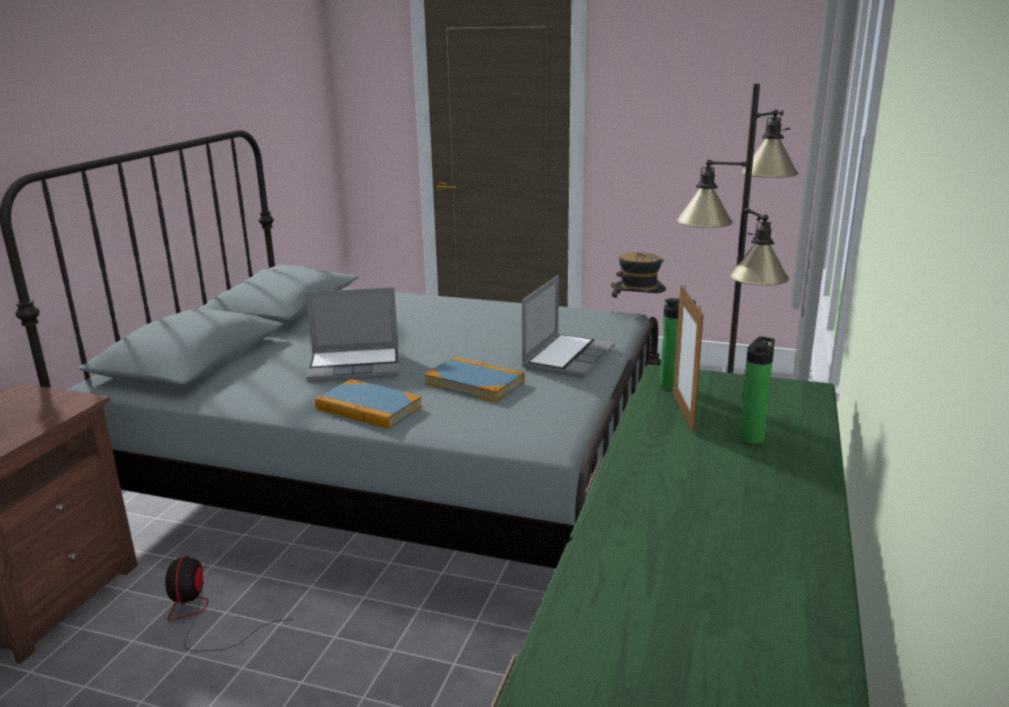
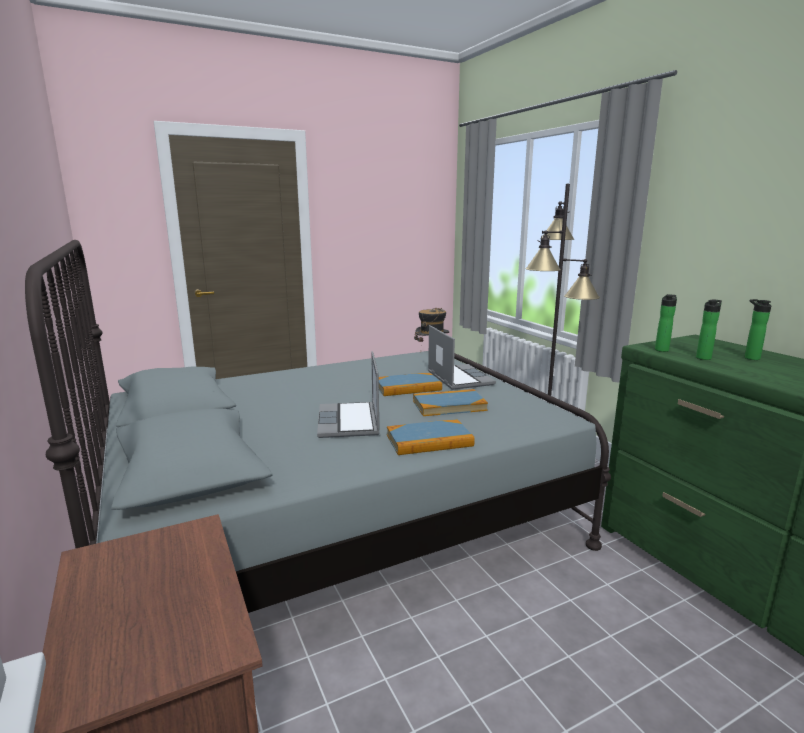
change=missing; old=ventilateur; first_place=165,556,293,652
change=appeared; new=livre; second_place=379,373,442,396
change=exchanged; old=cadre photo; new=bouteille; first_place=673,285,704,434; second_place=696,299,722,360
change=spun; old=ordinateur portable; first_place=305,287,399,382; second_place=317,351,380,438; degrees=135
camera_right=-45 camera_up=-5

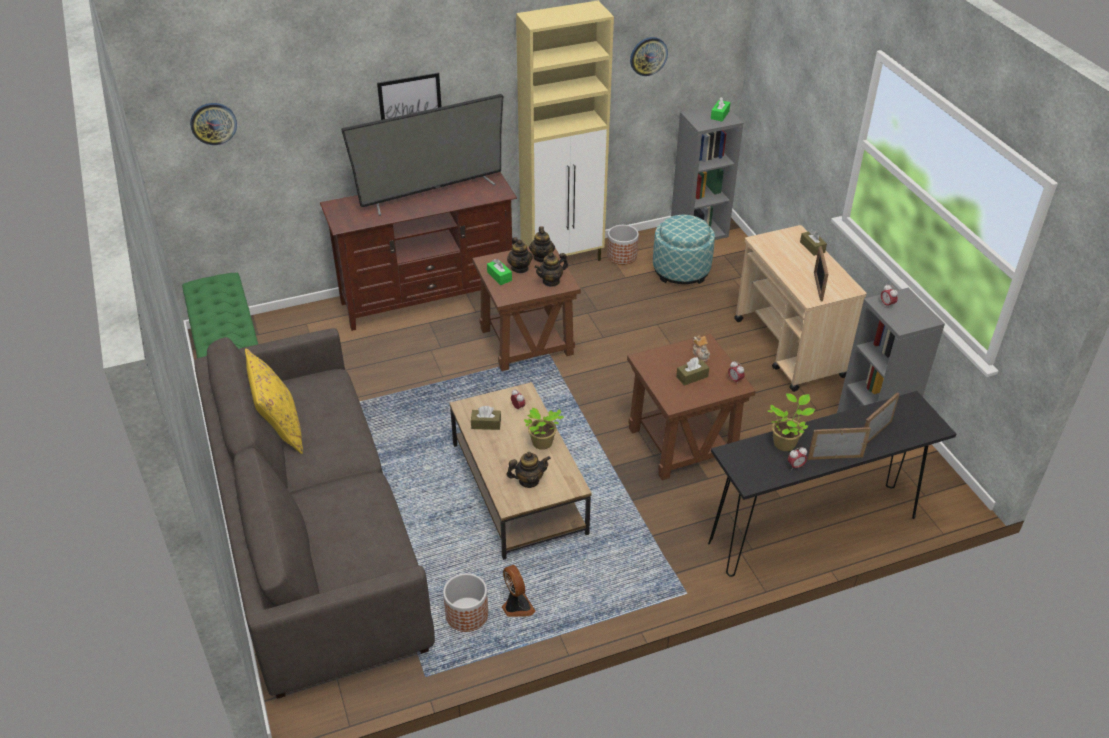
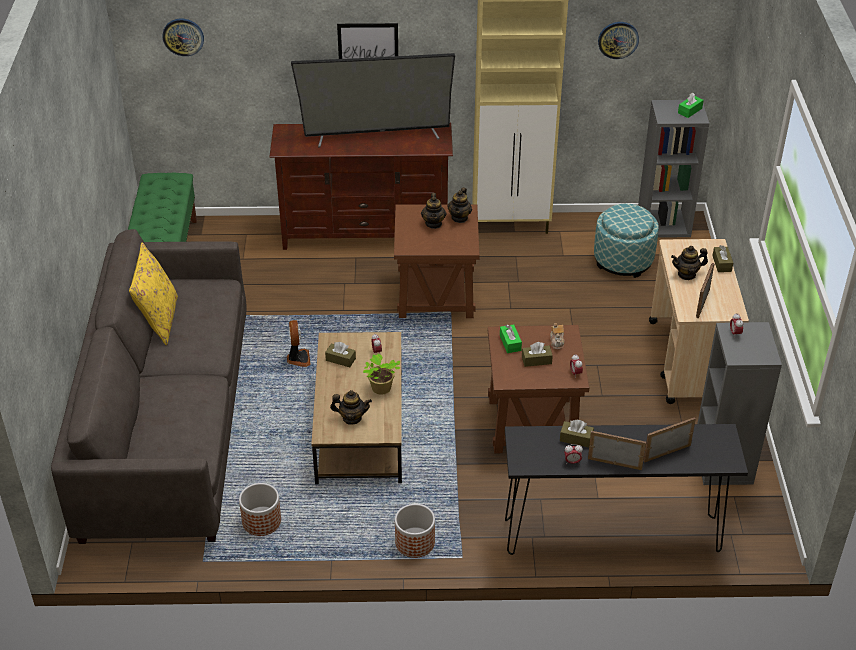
change=relocated; old=boîte à mouchoirs [vert]; first_place=487,259,512,285; second_place=500,324,522,353
change=relocated; old=ventilateur; first_place=502,565,535,617; second_place=287,320,311,367
change=relocated; old=théière; first_place=534,252,568,287; second_place=671,246,708,280
change=relocated; old=cache-pot; first_place=607,225,639,265; second_place=395,504,435,558
change=exchanged; old=plante en pot; new=boîte à mouchoirs [marron]; first_place=767,393,815,451; second_place=560,420,594,448
camera_right=20 camera_up=0

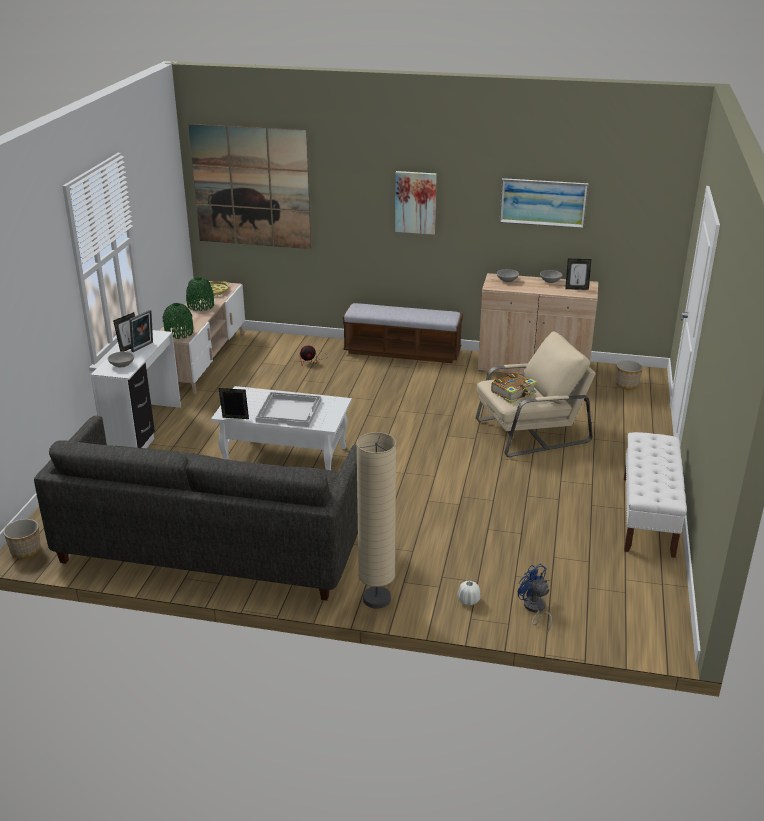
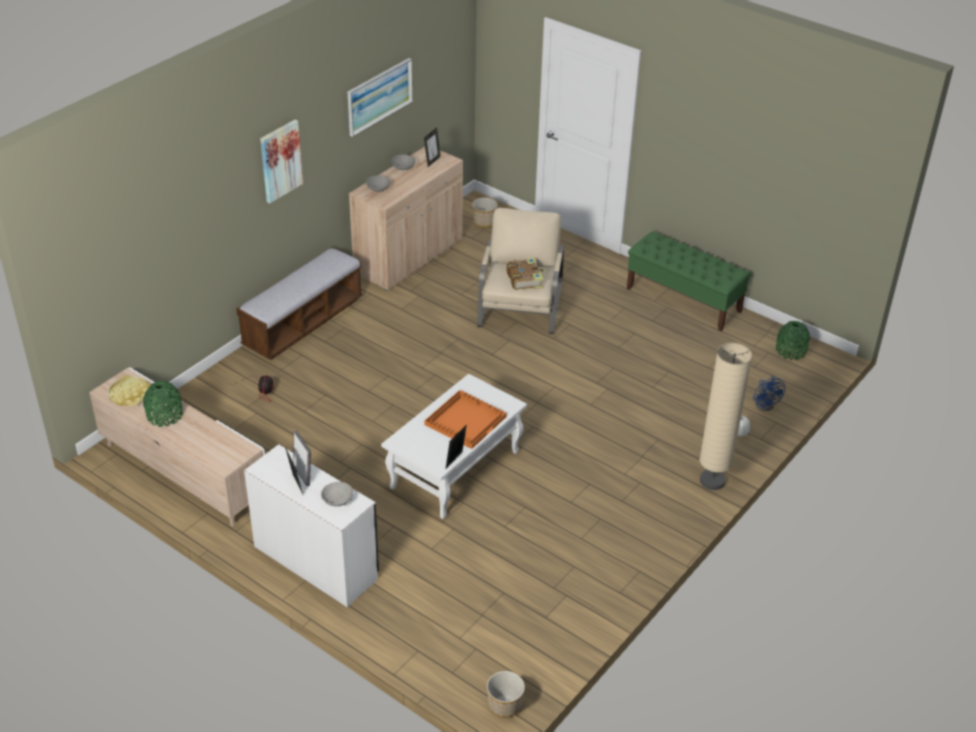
change=missing; old=canapé [gris]; first_place=34,416,358,601
change=missing; old=tableau; first_place=188,124,311,249
change=relocated; old=vase [vert]; first_place=163,303,193,339; second_place=776,321,810,360
change=colour; old=plateau [blanc]; new=plateau [orange]; first_place=255,392,321,427; second_place=425,390,507,449
change=colour; old=banc [blanc]; new=banc [vert]; first_place=624,432,687,558; second_place=627,231,751,331
change=spun; old=ventilateur [bleu]; first_place=518,564,552,632; second_place=753,376,785,411; degrees=-90
camera_right=-65 camera_up=10

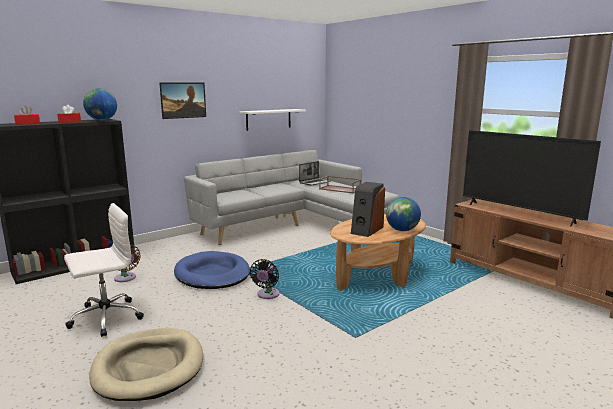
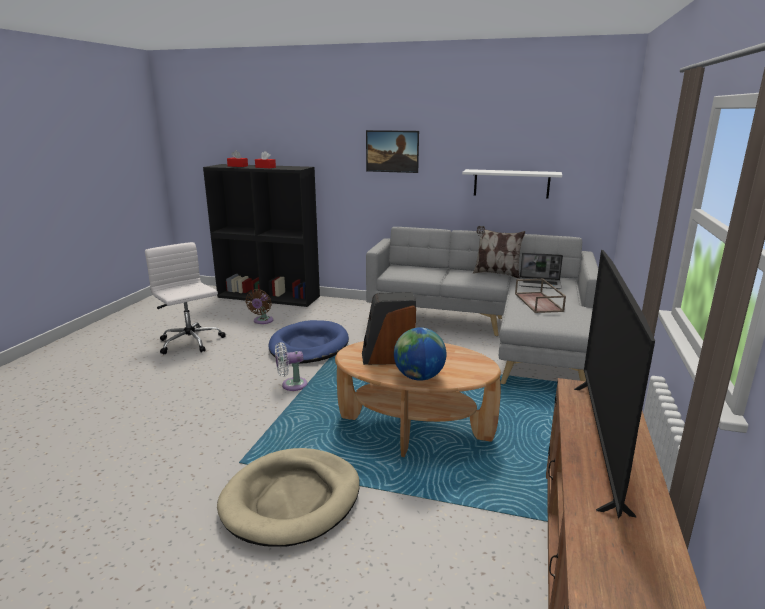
change=missing; old=globe; first_place=83,88,117,120
change=appeared; new=coussin; second_place=473,226,525,279
change=relocated; old=panier pour chien [beige]; first_place=89,328,203,401; second_place=217,448,360,547
change=colour; old=ventilateur [noir]; new=ventilateur [blanc]; first_place=250,259,279,299; second_place=275,342,308,391
change=spun; old=chaise de bureau [blanc]; first_place=64,203,144,337; second_place=145,242,226,354; degrees=-150
camera_right=55 camera_up=5

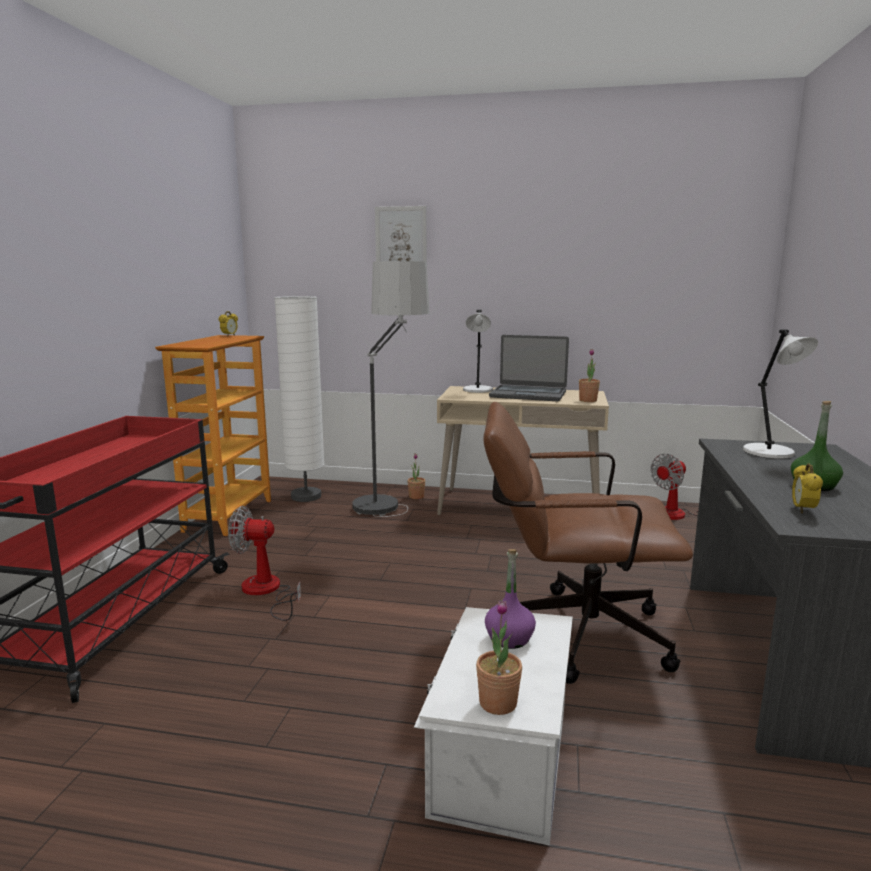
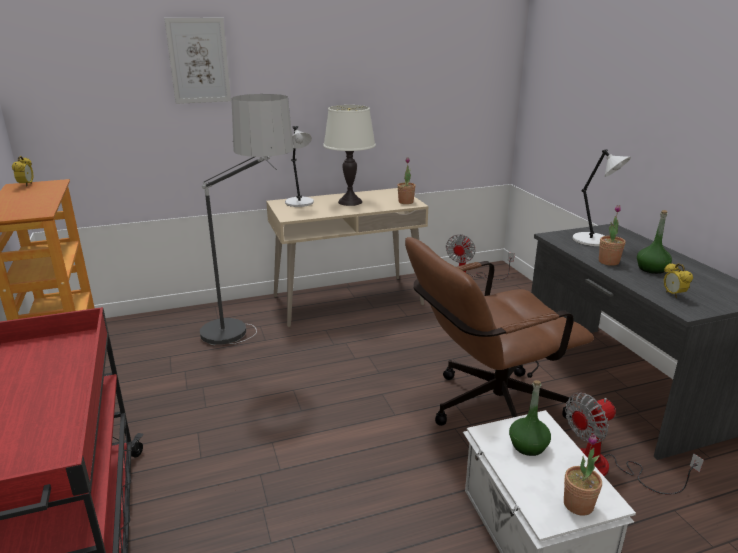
change=missing; old=lampadaire [blanc]; first_place=274,296,324,502
change=relocated; old=ventilateur; first_place=228,506,301,621; second_place=565,393,704,495
change=relocated; old=plante en pot; first_place=407,453,425,499; second_place=599,205,626,266
change=exchanged; old=ordinateur portable; new=lampe de table [blanc]; first_place=489,335,569,401; second_place=323,105,376,206
change=colour; old=bouteille [violet]; new=bouteille [vert]; first_place=485,549,536,649; second_place=509,380,551,456
camera_right=-30 camera_up=10

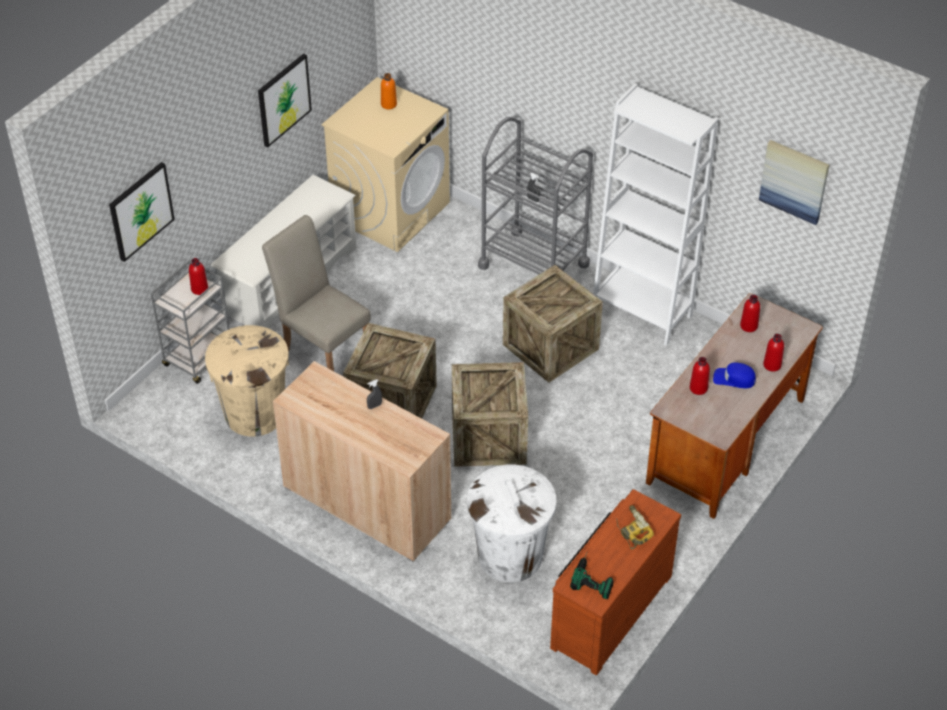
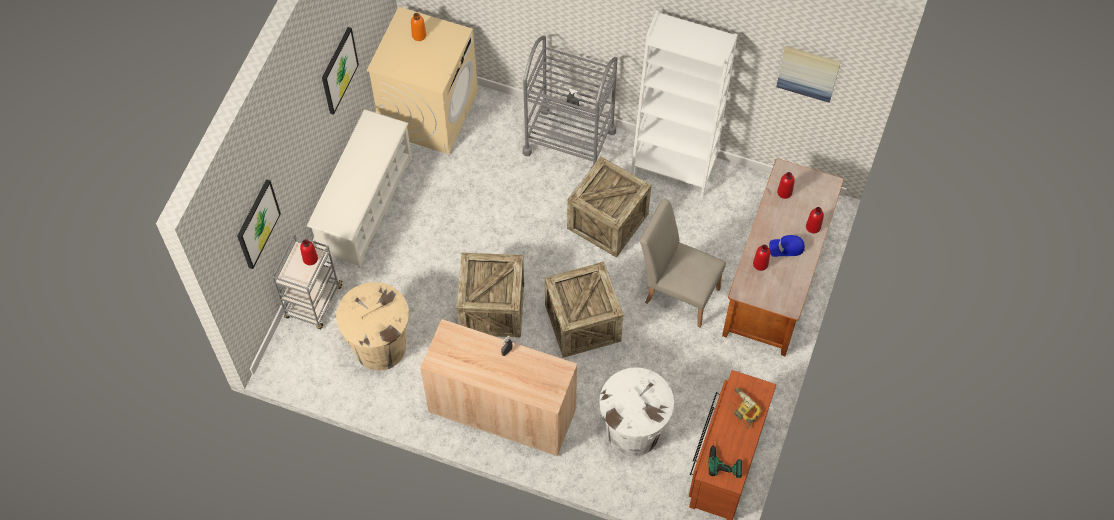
change=relocated; old=chaise [beige]; first_place=262,215,371,371; second_place=640,199,726,327
camera_right=-15 camera_up=15

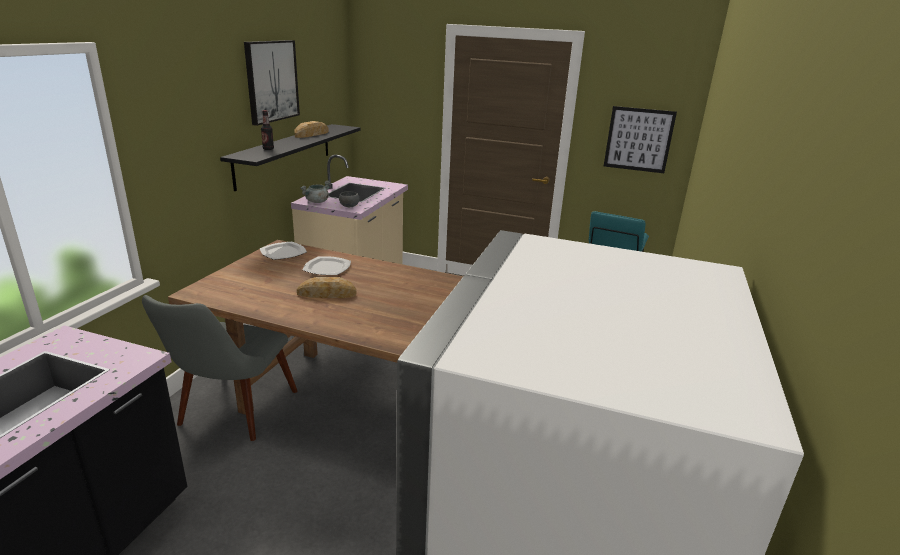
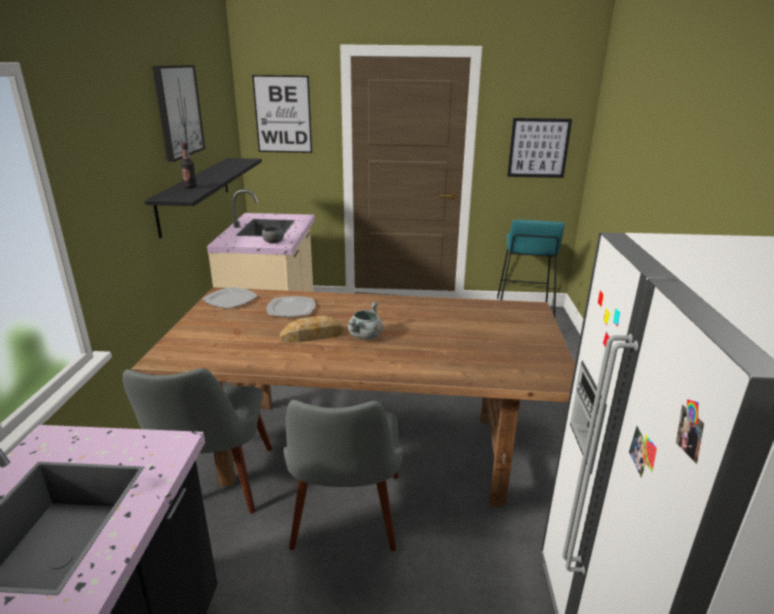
change=missing; old=pain; first_place=294,121,329,138
change=appeared; new=tableau; second_place=252,75,312,153
change=appeared; new=chaise [gris]; second_place=284,400,403,551
change=relocated; old=marmite [gris]; first_place=300,180,330,203; second_place=348,301,383,340
camera_right=-15 camera_up=0

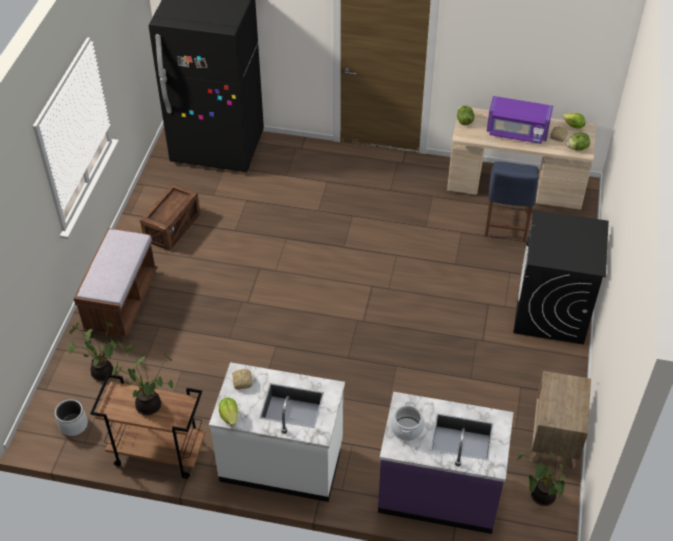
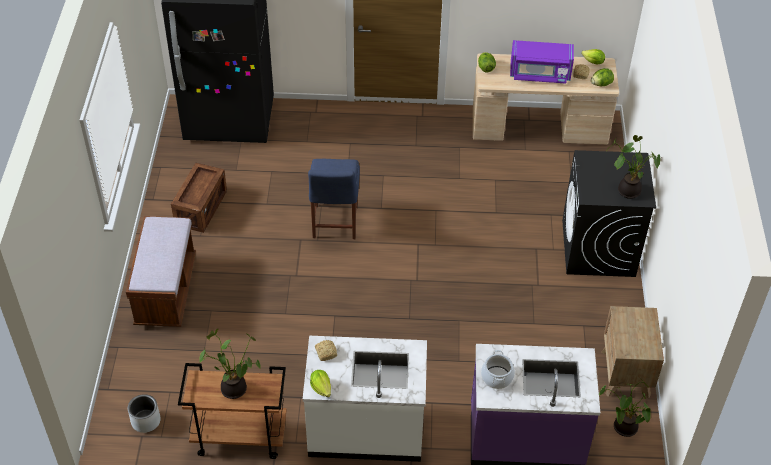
change=relocated; old=plante en pot; first_place=69,321,123,381; second_place=606,135,660,199
change=relocated; old=chaise [bleu]; first_place=485,161,539,242; second_place=308,159,360,239
camera_right=-10 camera_up=0

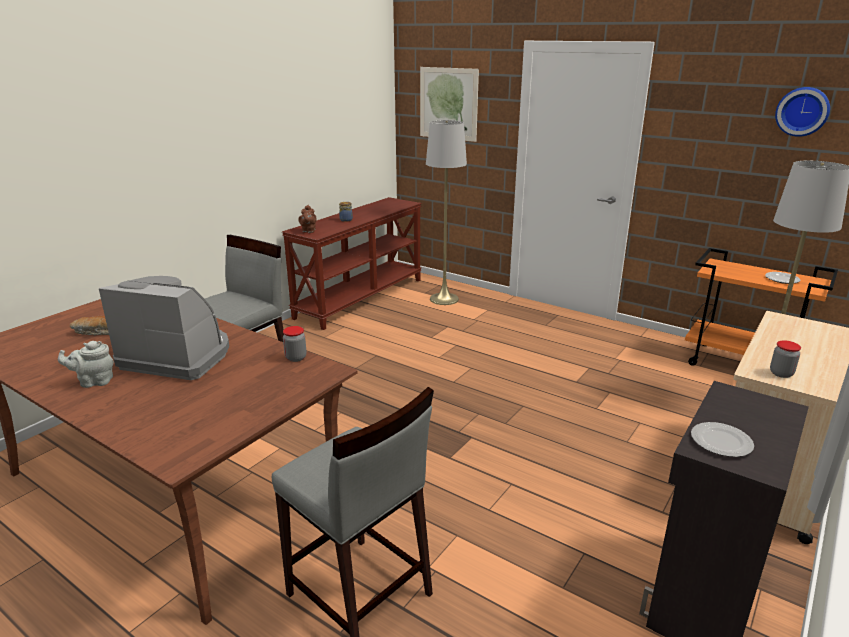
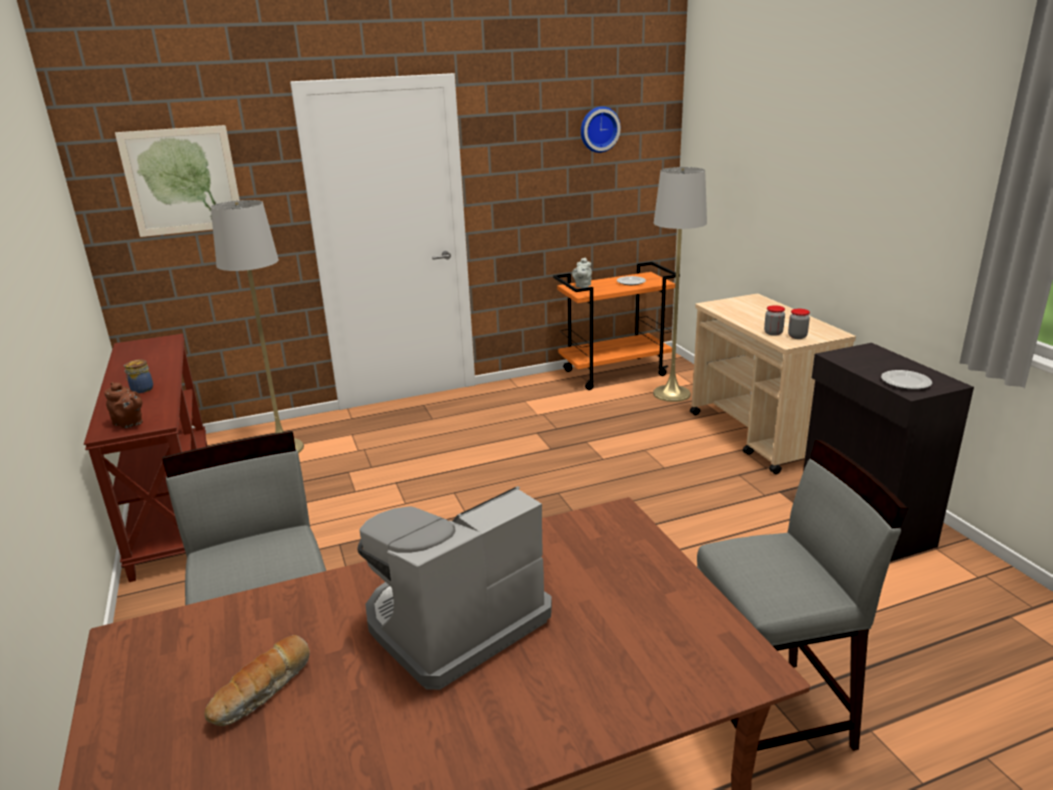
change=relocated; old=théière [gris]; first_place=58,341,114,388; second_place=572,257,592,288
change=relocated; old=bocal; first_place=283,326,307,362; second_place=764,305,785,336
camera_right=-55 camera_up=0

